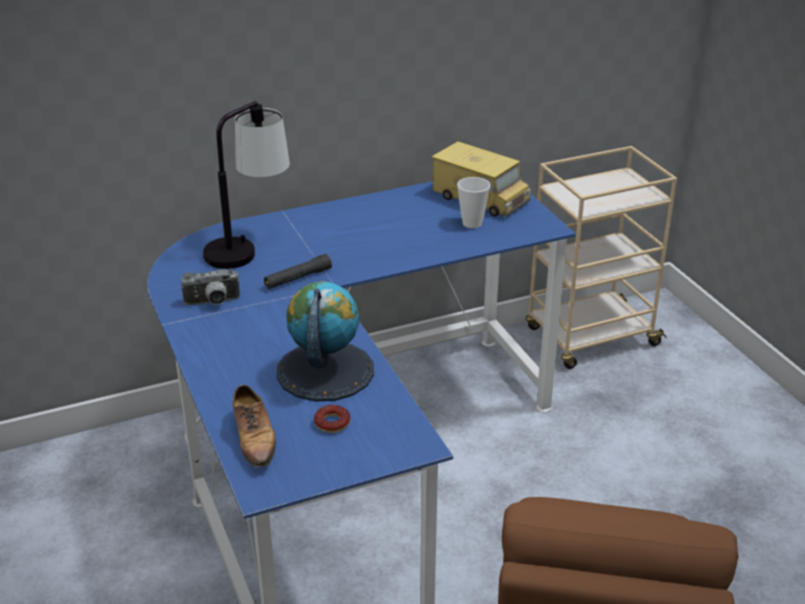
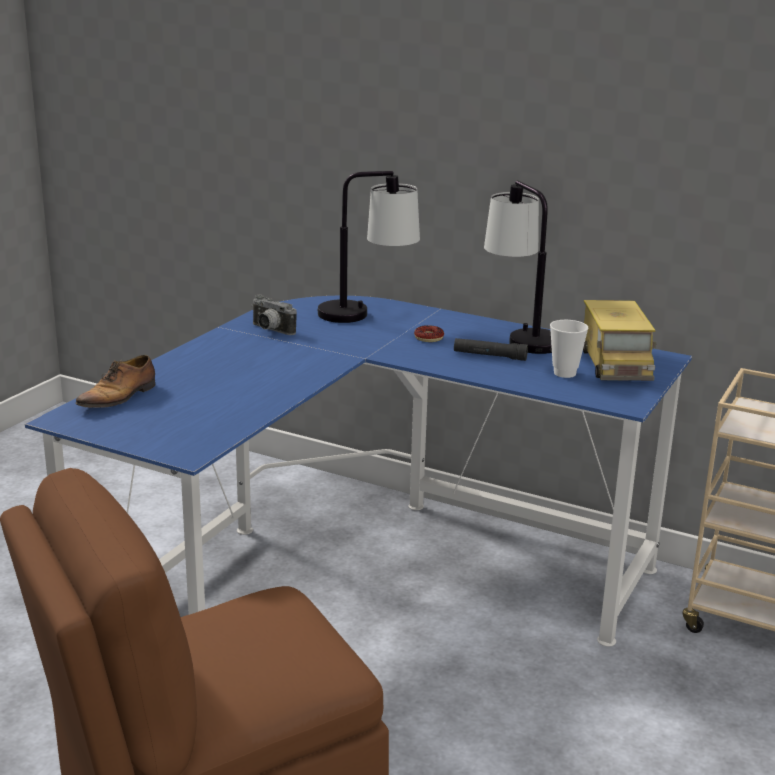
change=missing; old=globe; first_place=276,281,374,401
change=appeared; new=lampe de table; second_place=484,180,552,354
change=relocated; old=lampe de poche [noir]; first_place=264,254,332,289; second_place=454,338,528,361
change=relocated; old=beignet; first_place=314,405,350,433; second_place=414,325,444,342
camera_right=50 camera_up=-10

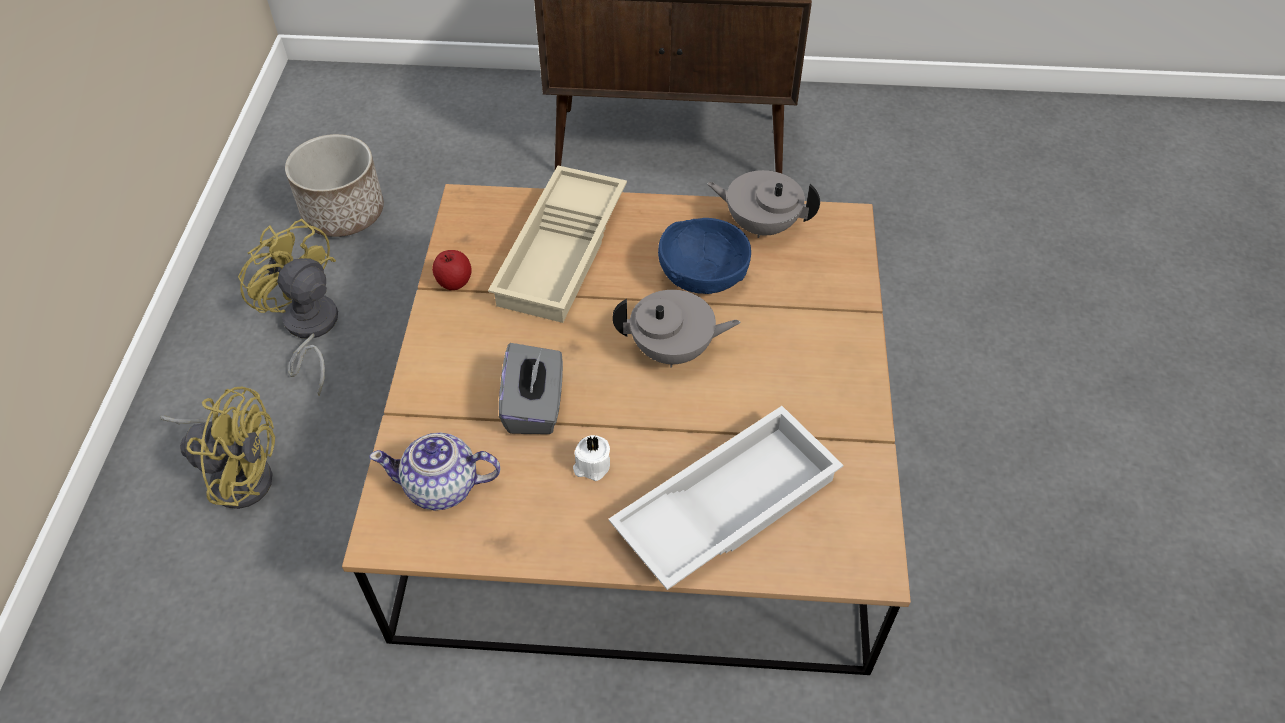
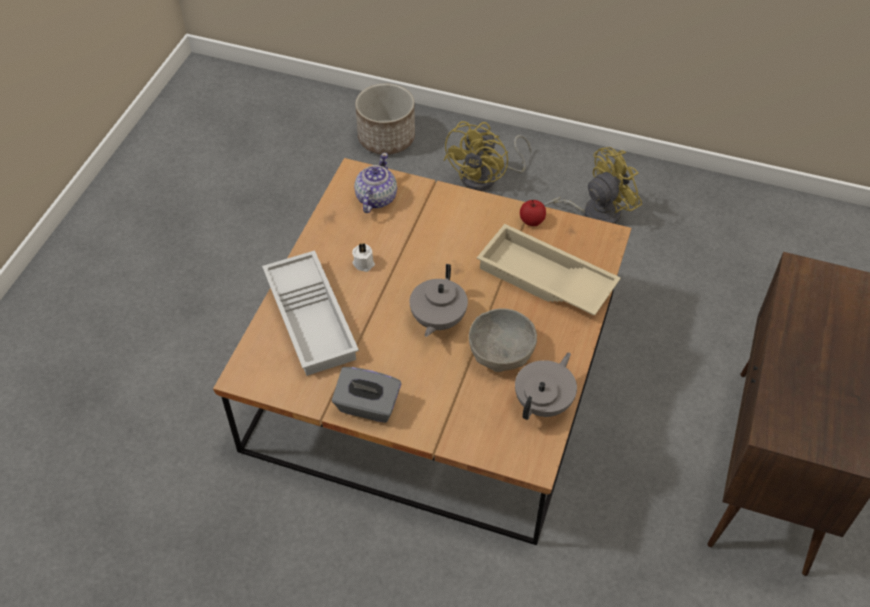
change=relocated; old=cache-pot; first_place=285,134,384,237; second_place=355,83,415,155
change=relocated; old=boîte à mouchoirs [gris]; first_place=499,343,563,434; second_place=332,367,401,423
change=colour; old=bol [bleu]; new=bol [gris]; first_place=658,218,751,294; second_place=469,308,537,372
camera_right=105 camera_up=0

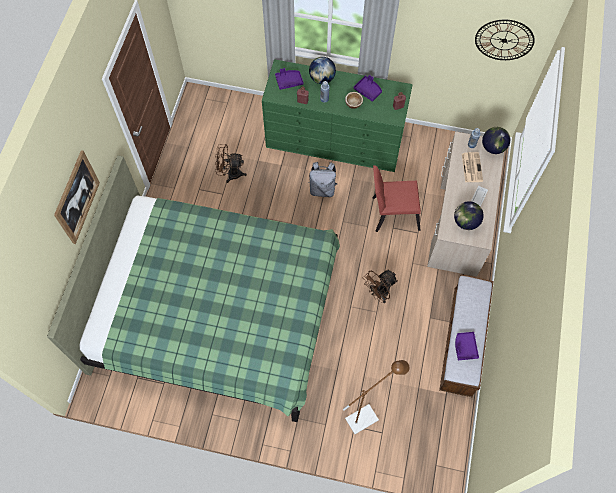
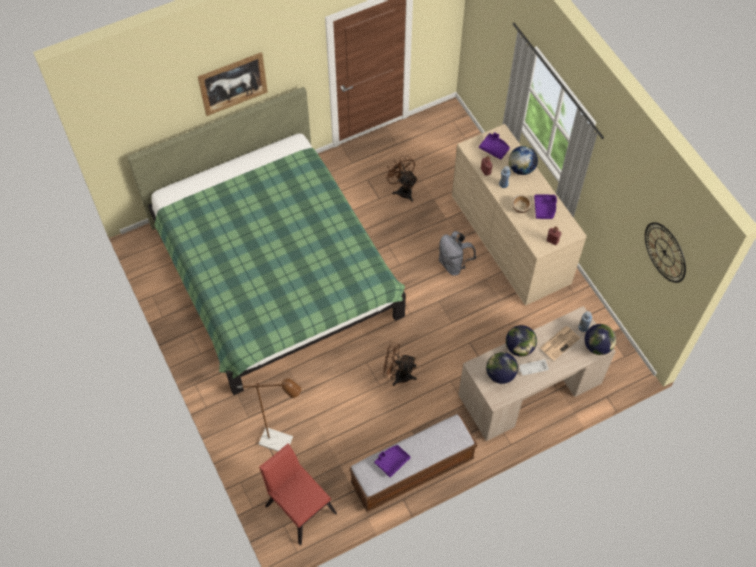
change=appeared; new=globe; second_place=506,325,537,356
change=relocated; old=chaise [rouge]; first_place=373,165,421,232; second_place=259,443,337,545
change=colour; old=commode [vert]; new=commode [beige]; first_place=262,59,413,172; second_place=452,124,587,306
camera_right=50 camera_up=-5

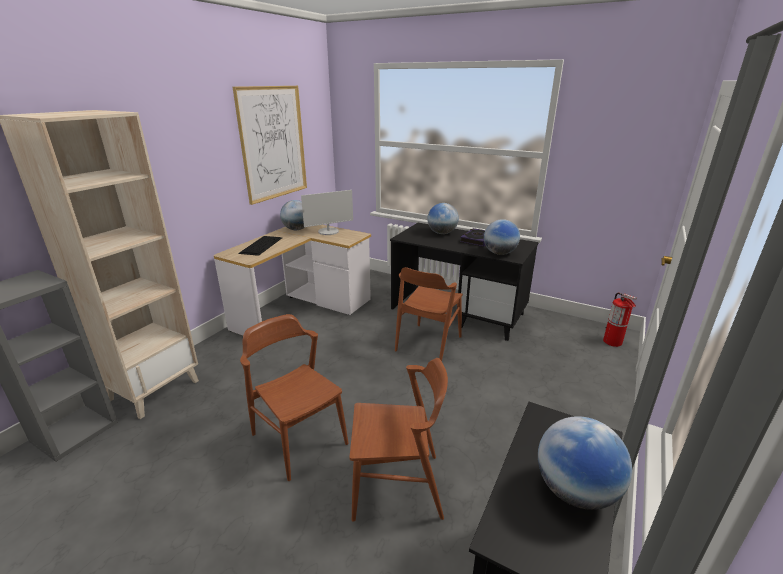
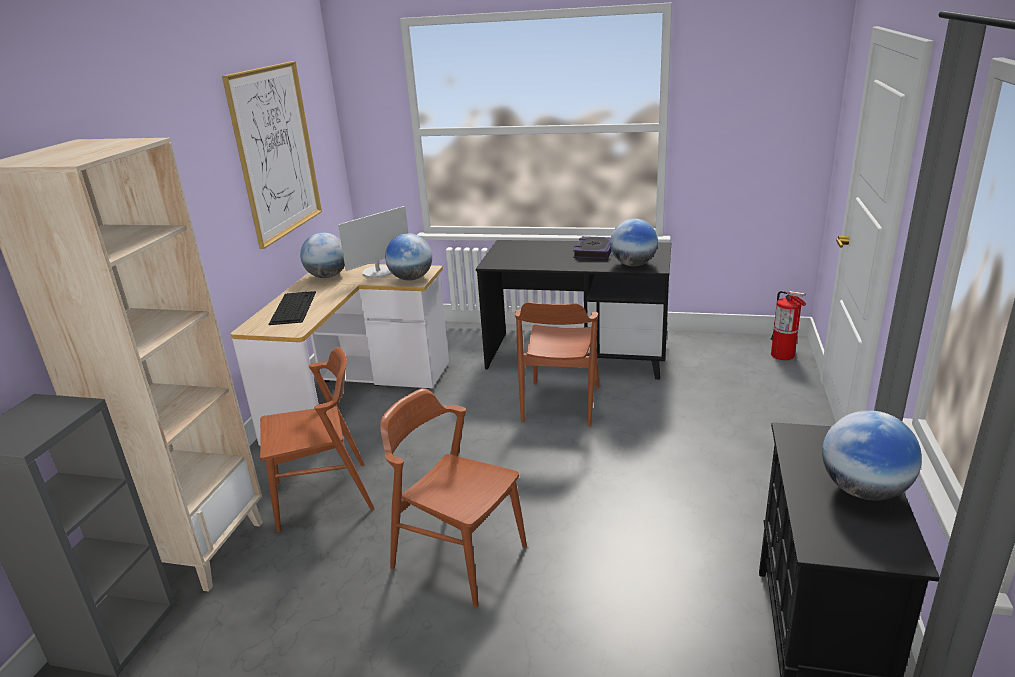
change=relocated; old=chaise [marron]; first_place=349,358,448,522; second_place=260,347,374,532
change=relocated; old=globe; first_place=427,203,459,234; second_place=385,233,432,281
camera_right=-15 camera_up=0

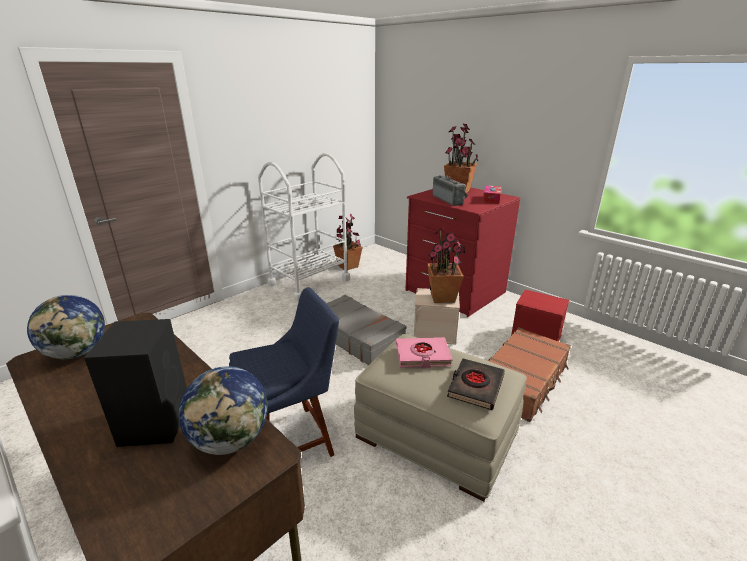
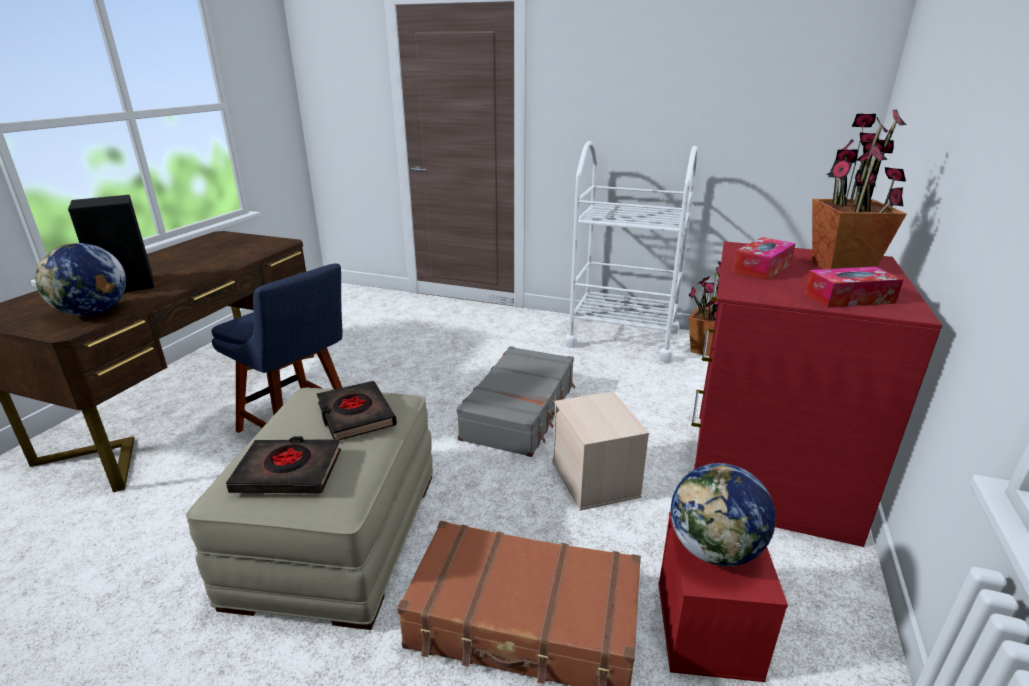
change=missing; old=plante en pot; first_place=427,227,465,303
change=relocated; old=globe; first_place=27,295,105,359; second_place=671,463,776,566
change=exchanged; old=radio; new=boîte à mouchoirs; first_place=432,175,468,206; second_place=732,237,796,280
change=colour; old=livre [rose]; new=livre [noir]; first_place=396,337,453,369; second_place=317,381,397,440
camera_right=65 camera_up=0

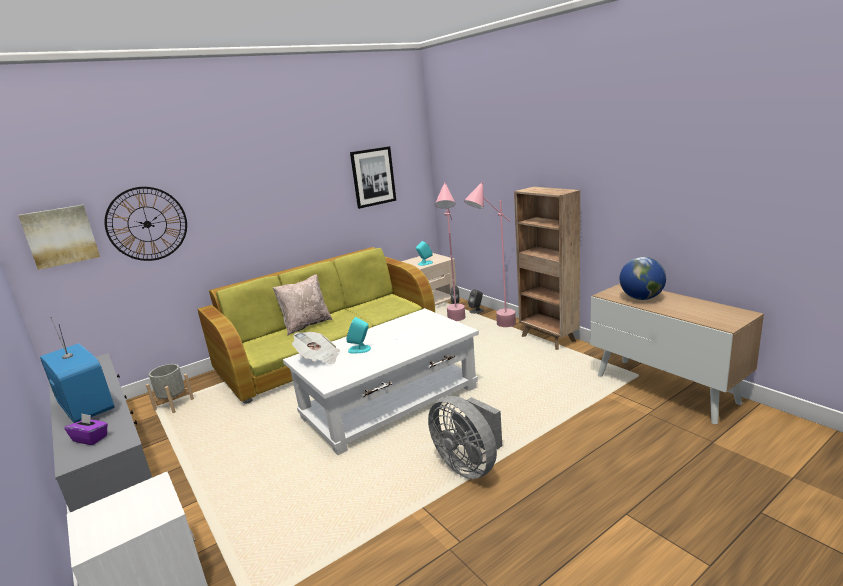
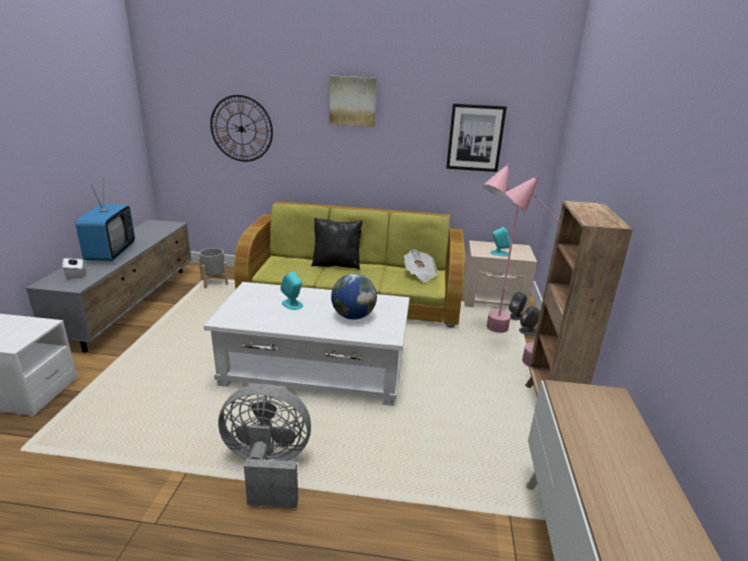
change=relocated; old=tableau; first_place=18,205,100,270; second_place=330,76,377,127
change=relocated; old=journal; first_place=292,332,340,364; second_place=404,250,438,282
change=relocated; old=globe; first_place=620,257,666,300; second_place=331,274,377,320
change=colour; old=boîte à mouchoirs [violet]; new=boîte à mouchoirs [blanc]; first_place=64,413,108,445; second_place=62,254,83,279
change=colour; old=coussin [beige]; new=coussin [noir]; first_place=273,274,332,335; second_place=311,217,363,270
change=spun; old=ventilateur [gris]; first_place=428,396,502,479; second_place=218,384,311,508; degrees=90
camera_right=40 camera_up=5

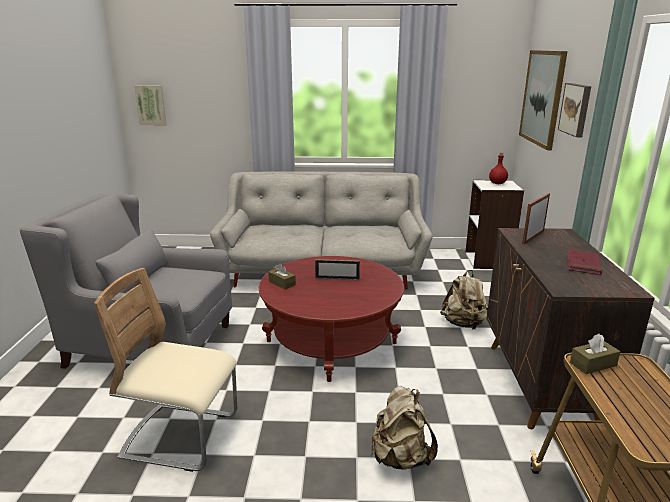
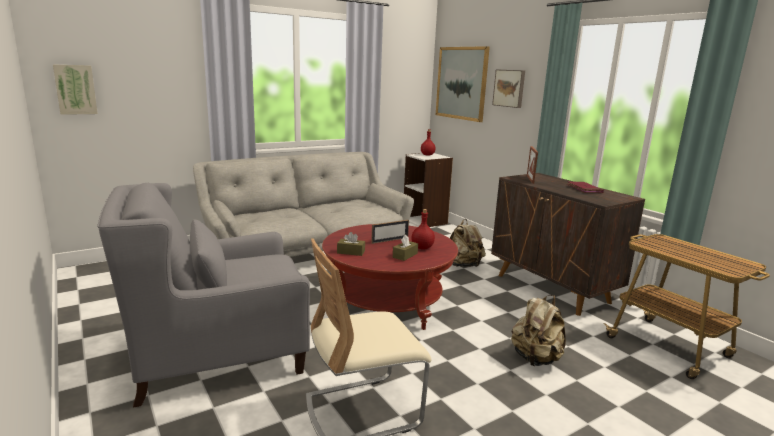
change=appeared; new=bouteille [rouge]; second_place=411,209,435,250
change=relocated; old=boîte à mouchoirs [marron]; first_place=570,334,620,374; second_place=393,235,418,261
camera_right=-35 camera_up=-5

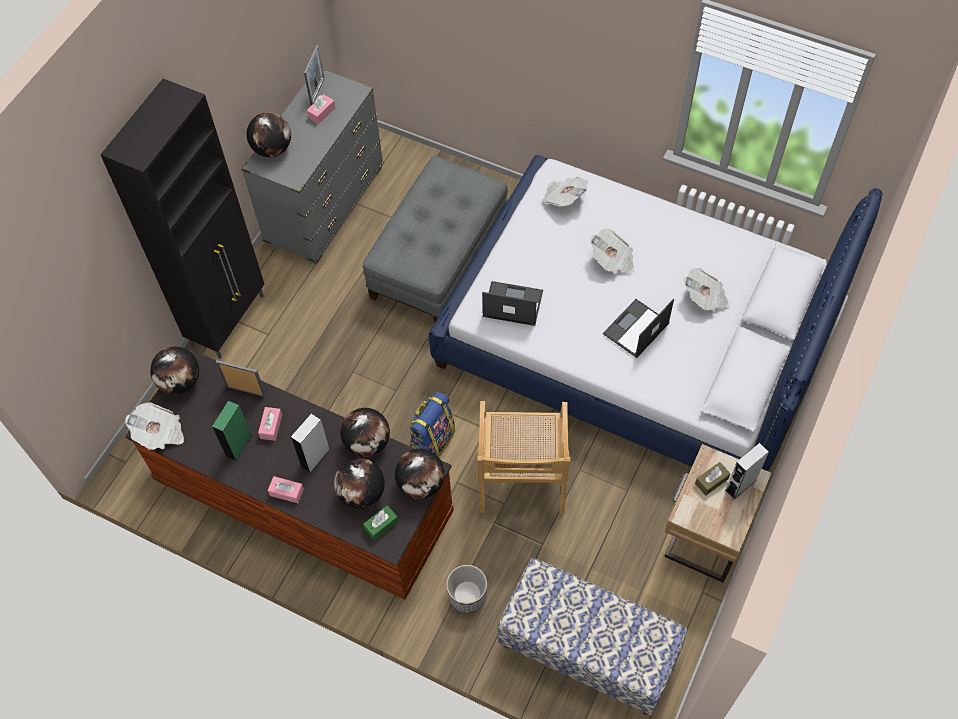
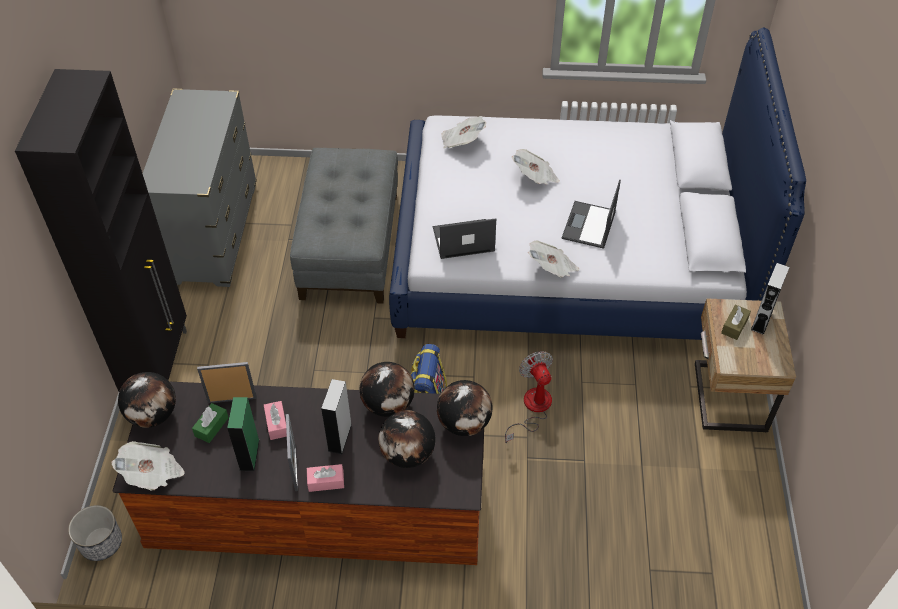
change=missing; old=globe; first_place=247,112,291,157
change=missing; old=boîte à mouchoirs [rose]; first_place=307,94,335,124
change=missing; old=banc; first_place=497,558,687,715
change=relocated; old=cadre photo; first_place=304,45,325,105; second_place=286,414,298,491
change=relocated; old=boîte à mouchoirs [vert]; first_place=363,505,399,541; second_place=192,403,229,443
change=relocated; old=cache-pot; first_place=446,565,487,613; second_place=68,505,122,561
change=relocated; old=journal; first_place=684,268,730,311; second_place=528,240,579,278
change=exchanged; old=chaise [beige]; new=ventilateur; first_place=477,401,571,514; second_place=505,351,553,443
camera_right=-25 camera_up=-10

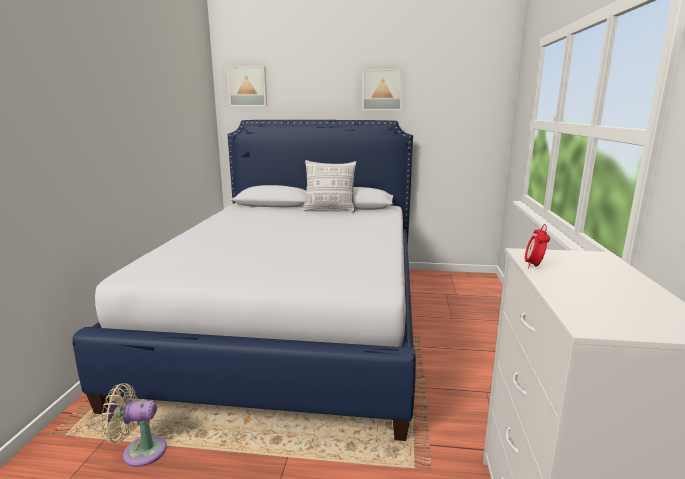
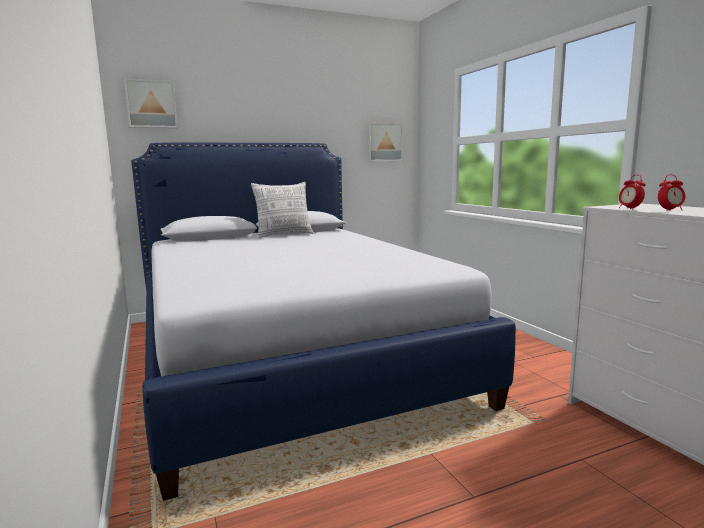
change=missing; old=ventilateur [beige]; first_place=101,383,167,467
change=appeared; new=réveil; second_place=658,175,685,211
change=relocated; old=tableau; first_place=362,69,403,111; second_place=367,123,403,161
camera_right=-30 camera_up=-5

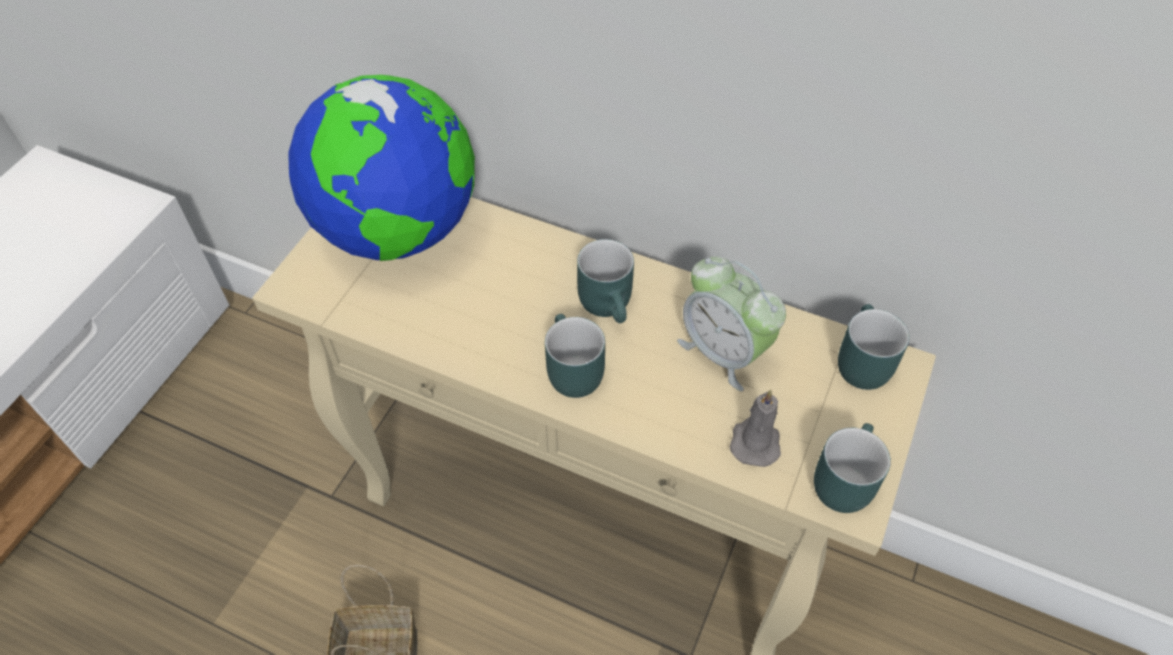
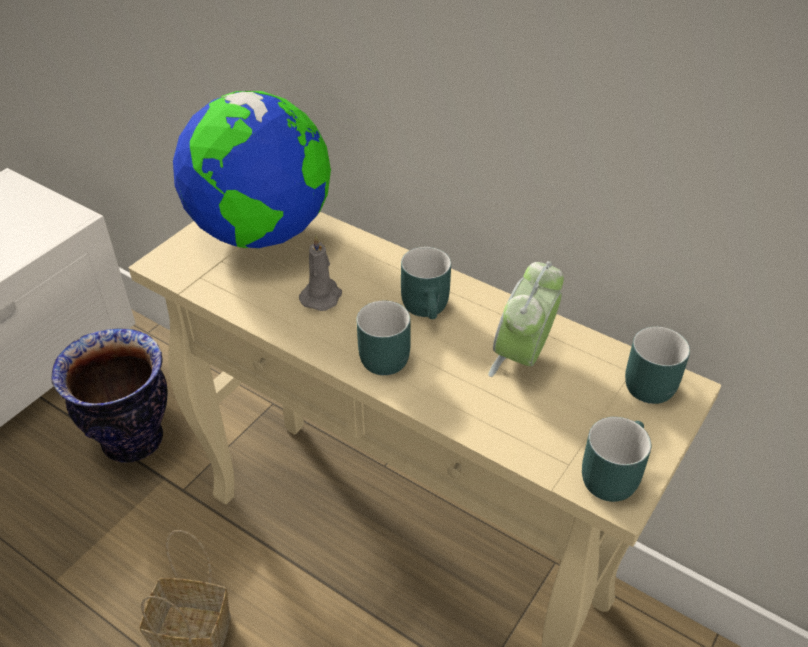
change=appeared; new=vase; second_place=51,328,168,462
change=relocated; old=bougie [gris]; first_place=730,390,781,467; second_place=299,235,342,311
change=spun; old=réveil; first_place=677,257,786,391; second_place=488,261,564,377; degrees=60
camera_right=10 camera_up=-10

